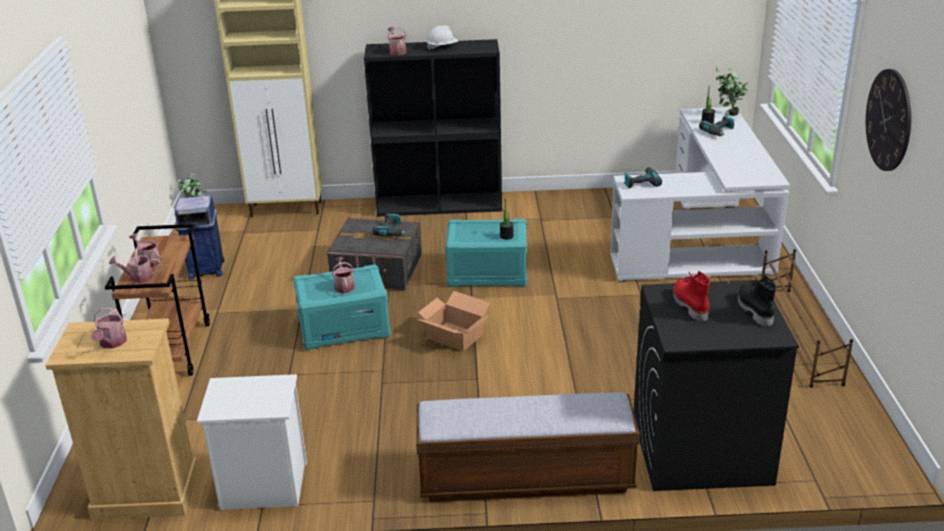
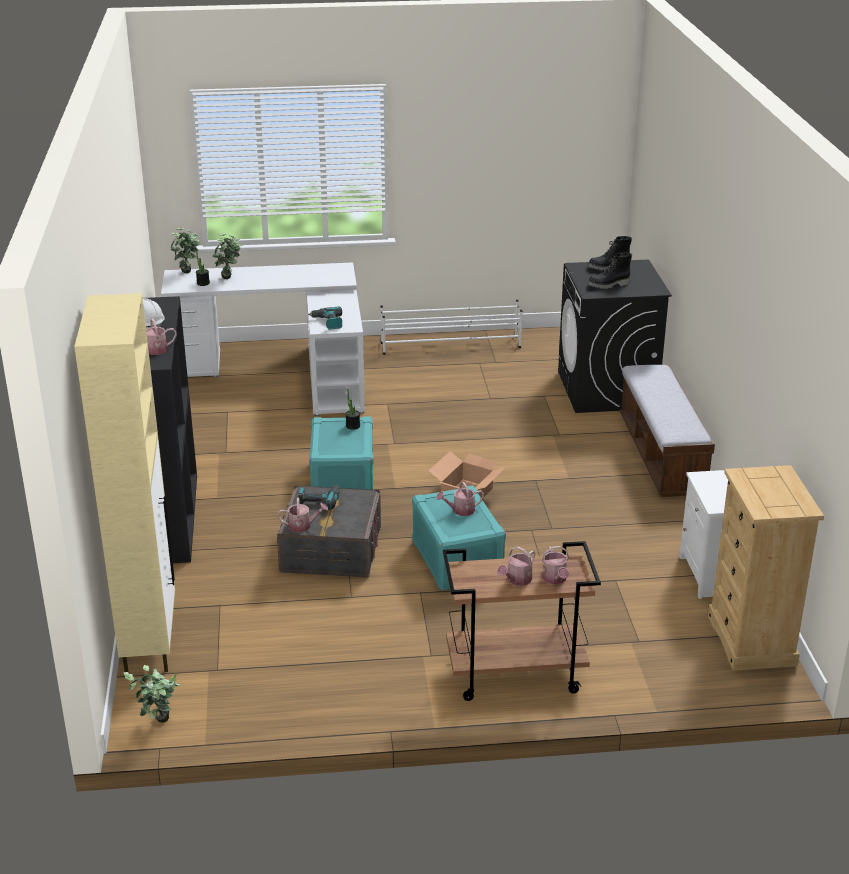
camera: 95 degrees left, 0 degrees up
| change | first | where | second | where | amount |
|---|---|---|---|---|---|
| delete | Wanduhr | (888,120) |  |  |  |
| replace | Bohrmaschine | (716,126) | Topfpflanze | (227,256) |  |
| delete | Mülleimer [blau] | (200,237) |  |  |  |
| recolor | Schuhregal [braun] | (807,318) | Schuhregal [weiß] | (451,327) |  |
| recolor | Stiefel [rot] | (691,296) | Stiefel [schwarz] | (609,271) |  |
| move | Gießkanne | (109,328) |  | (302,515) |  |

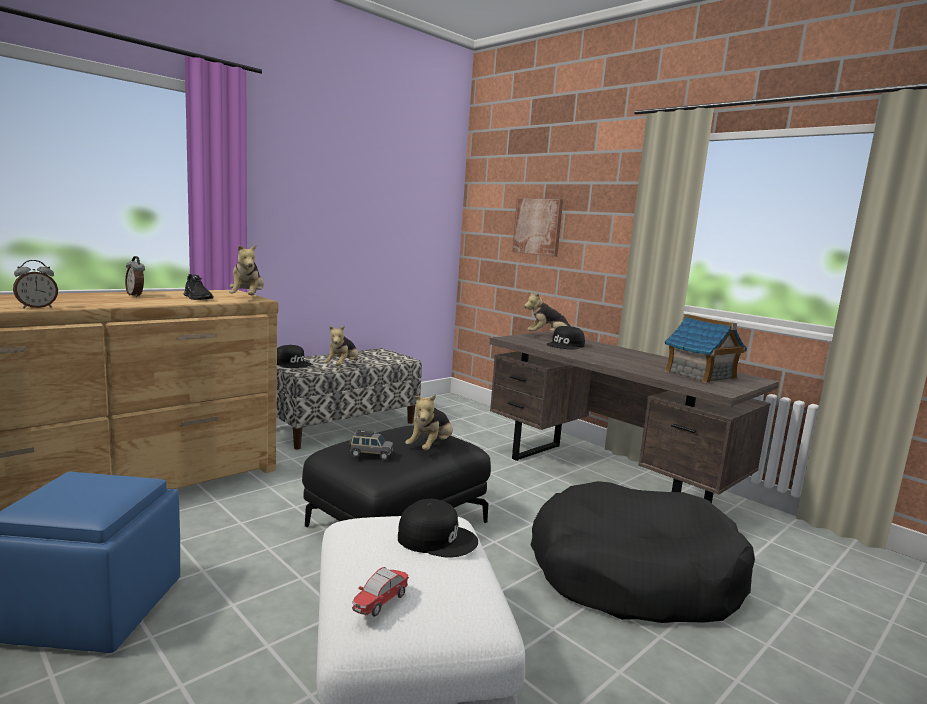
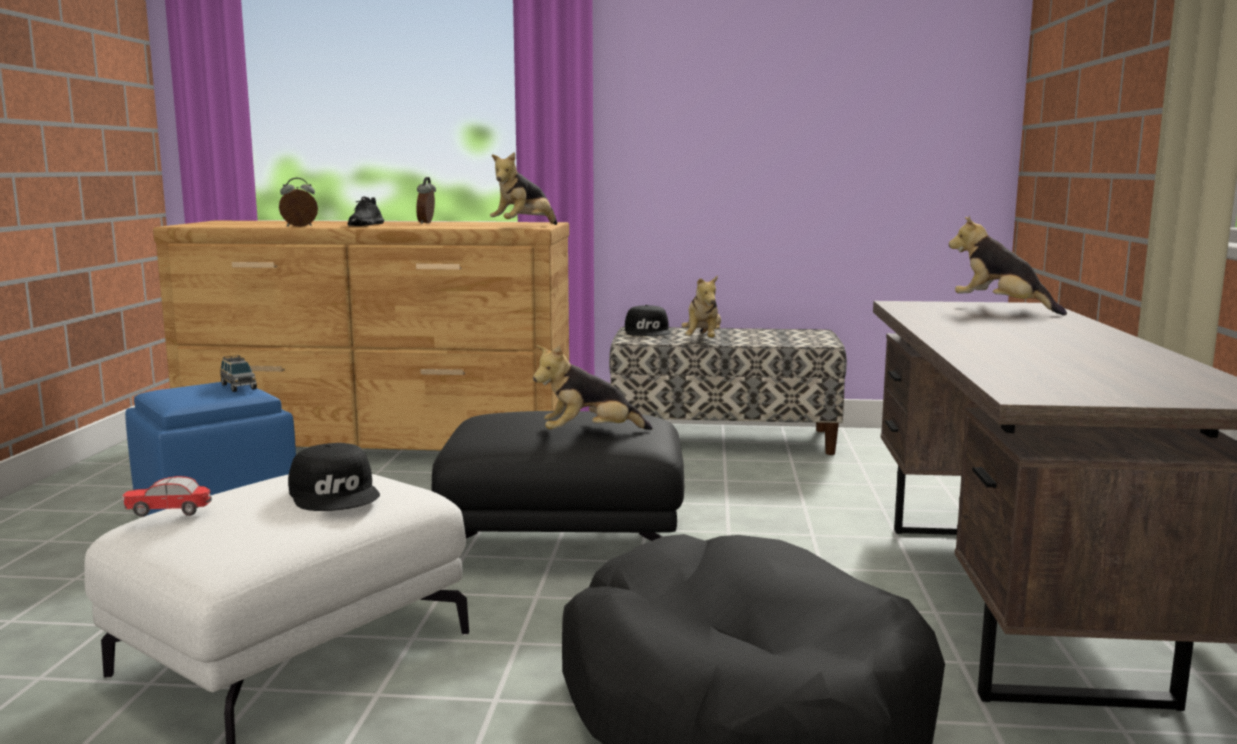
camera: 50 degrees right, 0 degrees up
| change | first | where | second | where | amount |
|---|---|---|---|---|---|
| delete | Bild | (537,227) |  |  |  |
| rotate | Wecker | (35,284) |  | (298,202) | 150 degrees clockwise |
| move | Schuh [schwarz] | (198,287) |  | (366,211) |  |
| delete | Spielzeughaus | (706,348) |  |  |  |
| rotate | Plüschtier | (341,346) |  | (701,306) | 60 degrees counterclockwise |
| delete | Kappe [schwarz] | (565,338) |  |  |  |
| move | Spielzeugauto [grau] | (371,445) |  | (238,373) |  |

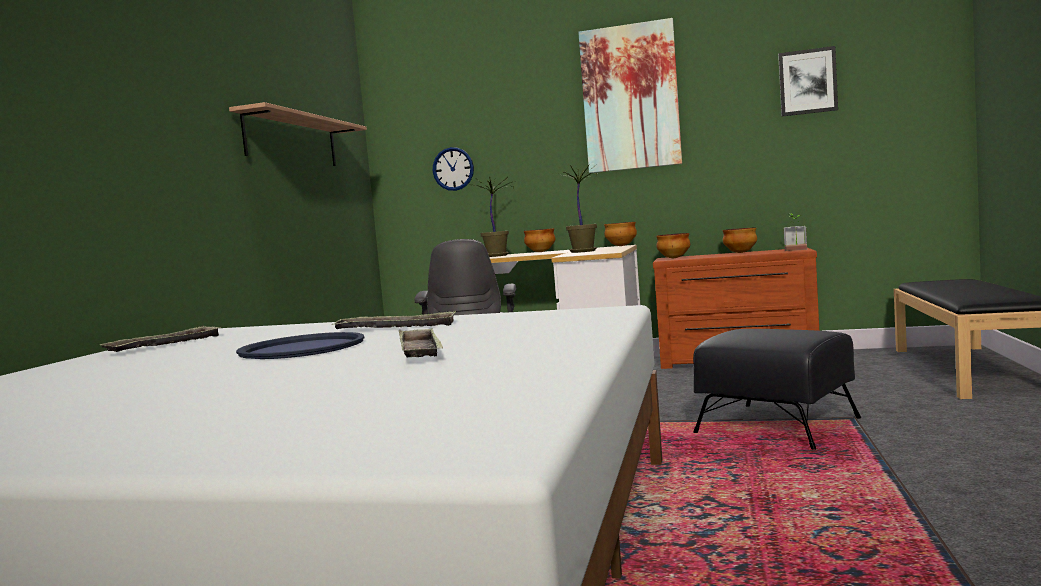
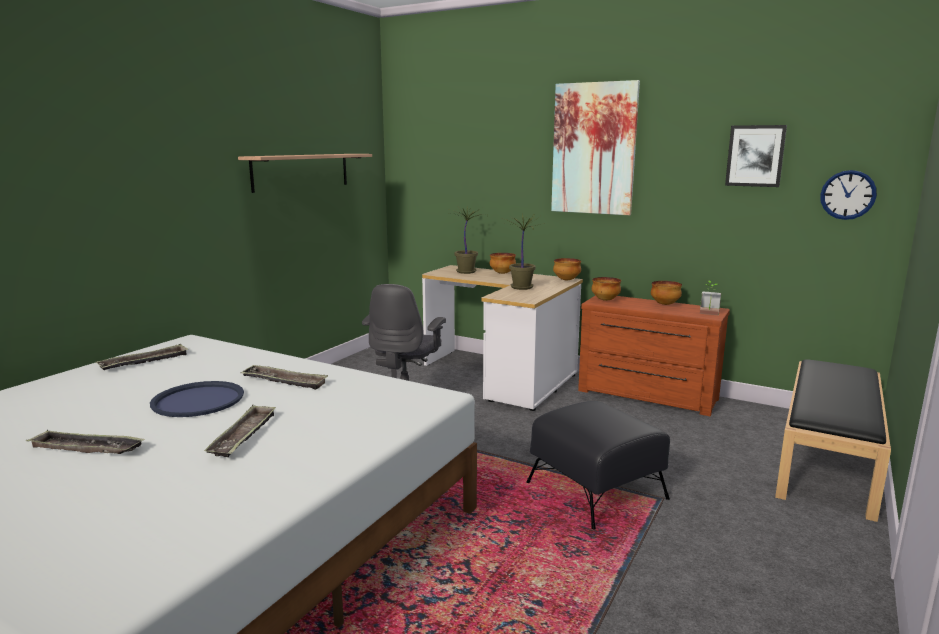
camera: 15 degrees right, 10 degrees up
| change | first | where | second | where | amount |
|---|---|---|---|---|---|
| move | Wanduhr | (453,169) |  | (848,195) |  |
| insert |  |  | Tablett | (85,442) |  |

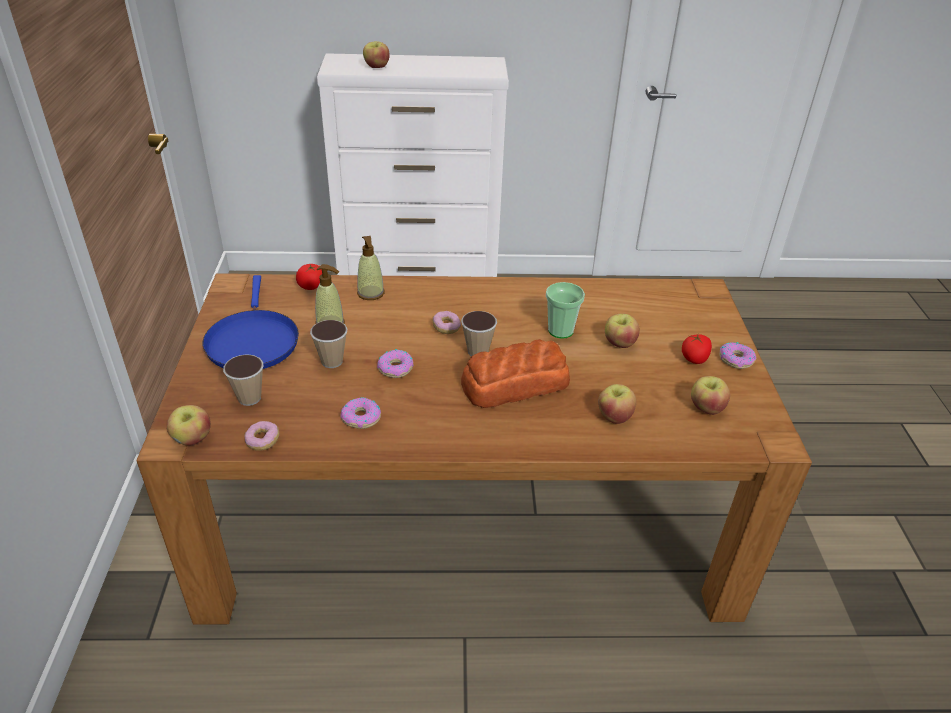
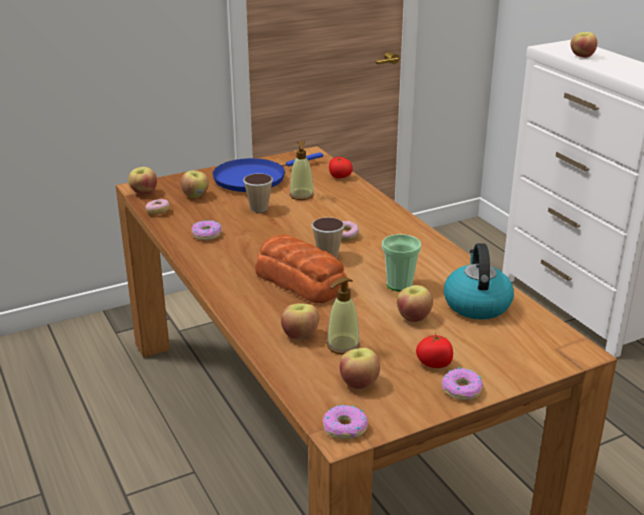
camera: 65 degrees right, 10 degrees down
| change | first | where | second | where | amount |
|---|---|---|---|---|---|
| move | Seifenspender | (370,268) |  | (343,315) |  |
| move | Donut | (395,363) |  | (345,422) |  |
| replace | Tasse | (243,380) | Apfel | (194,184) |  |
| insert |  |  | Wasserkessel | (479,281) |  |

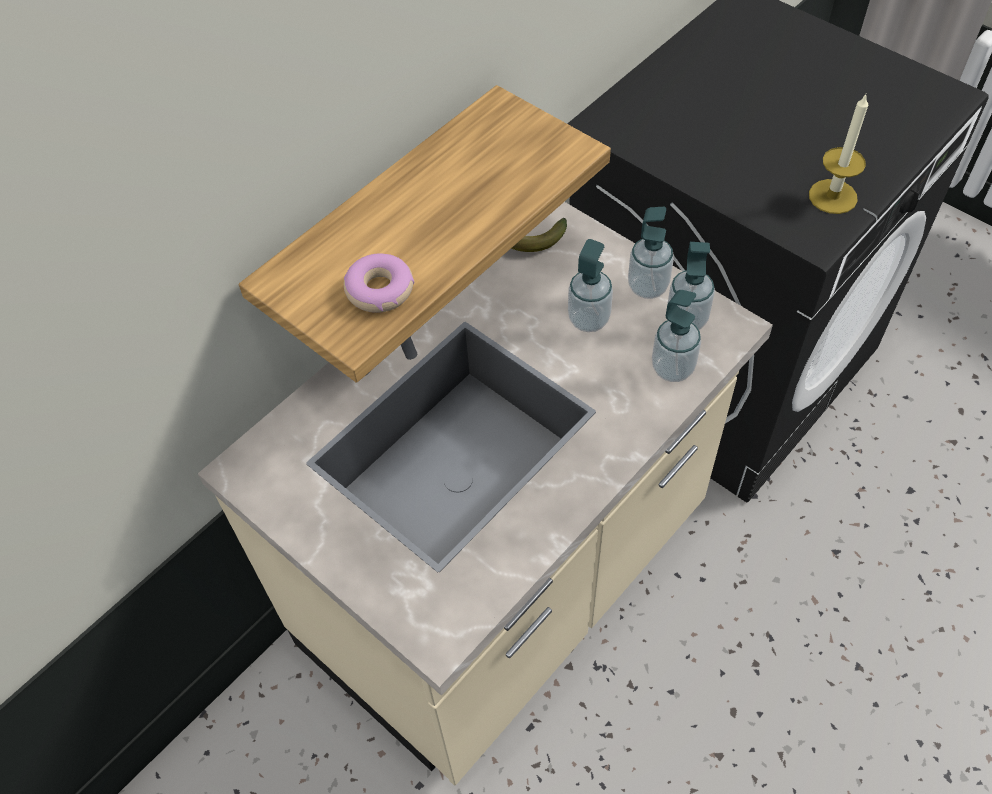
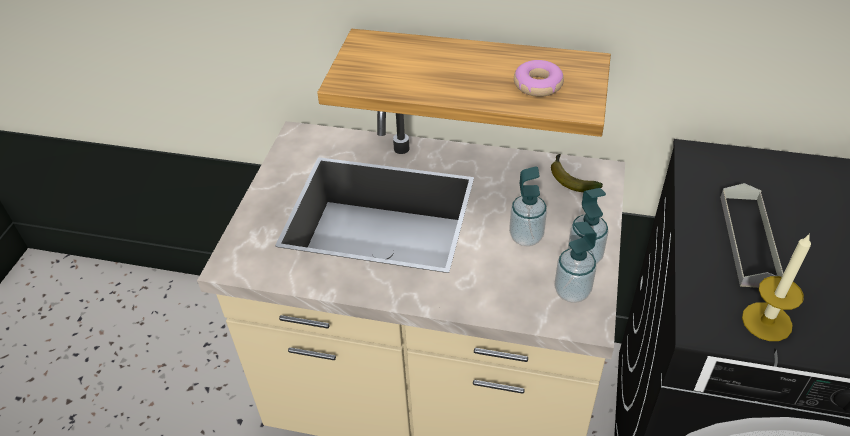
camera: 60 degrees right, 10 degrees down
| change | first | where | second | where | amount |
|---|---|---|---|---|---|
| move | Donut | (379,283) |  | (539,78) |  |
| delete | Seifenspender | (676,336) |  |  |  |
| insert |  |  | Tablett [grau] | (751,235) |  |

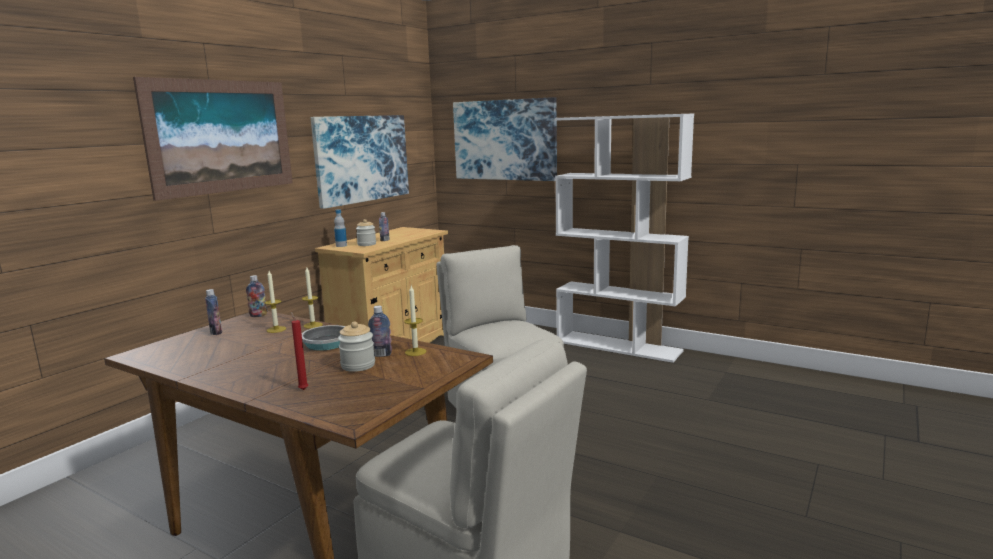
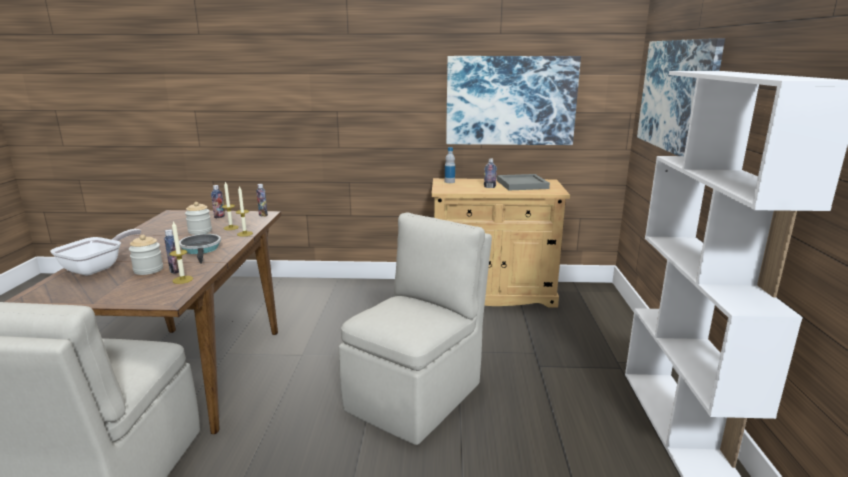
camera: 60 degrees right, 5 degrees up
| change | first | where | second | where | amount |
|---|---|---|---|---|---|
| delete | Bild | (213,139) |  |  |  |
| move | Vorratsglas | (366,232) |  | (198,218) |  |
| replace | Kerze [rot] | (299,351) | Pfanne | (95,252) |  |
| insert |  |  | Tablett [grau] | (523,182) |  |

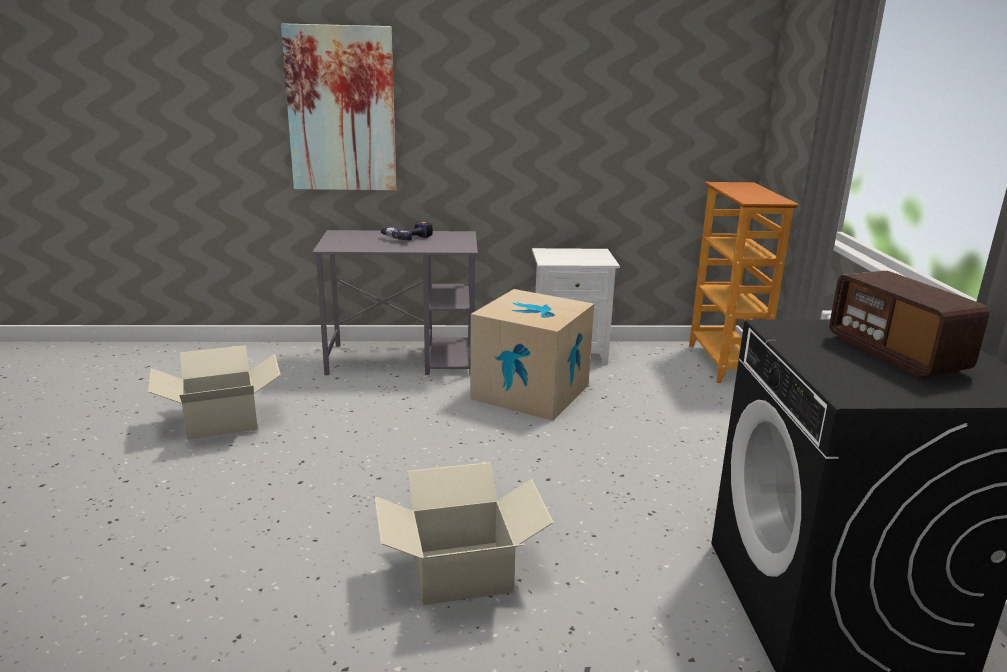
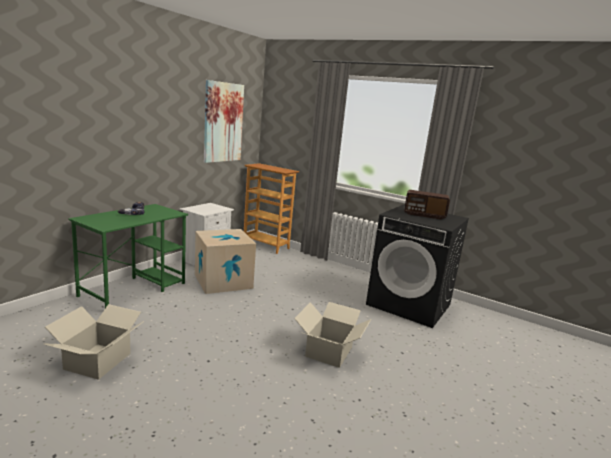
camera: 55 degrees left, 5 degrees down
| change | first | where | second | where | amount |
|---|---|---|---|---|---|
| move | Bild | (338,107) |  | (224,121) |  |
| recolor | Schreibtisch [grau] | (395,302) | Schreibtisch [grün] | (128,256) |  |

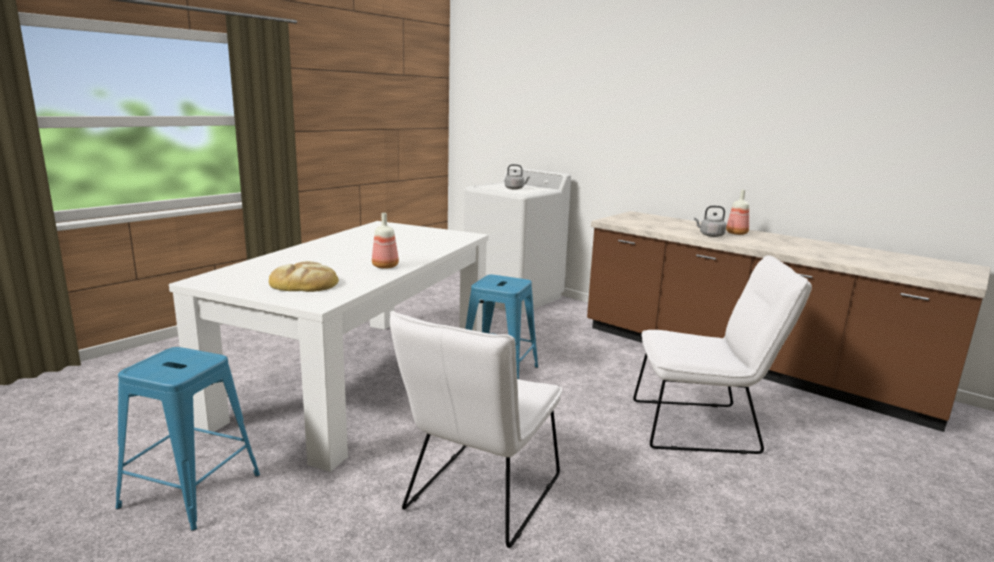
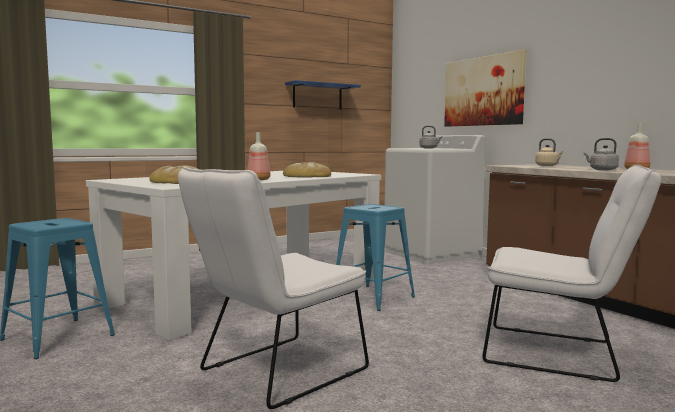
camera: 20 degrees right, 10 degrees down
| change | first | where | second | where | amount |
|---|---|---|---|---|---|
| insert |  |  | Bild | (485,88) |  |
| insert |  |  | Wandregal [blau] | (323,94) |  |
| insert |  |  | Wasserkessel [beige] | (549,152) |  |
| insert |  |  | Brot | (307,170) |  |

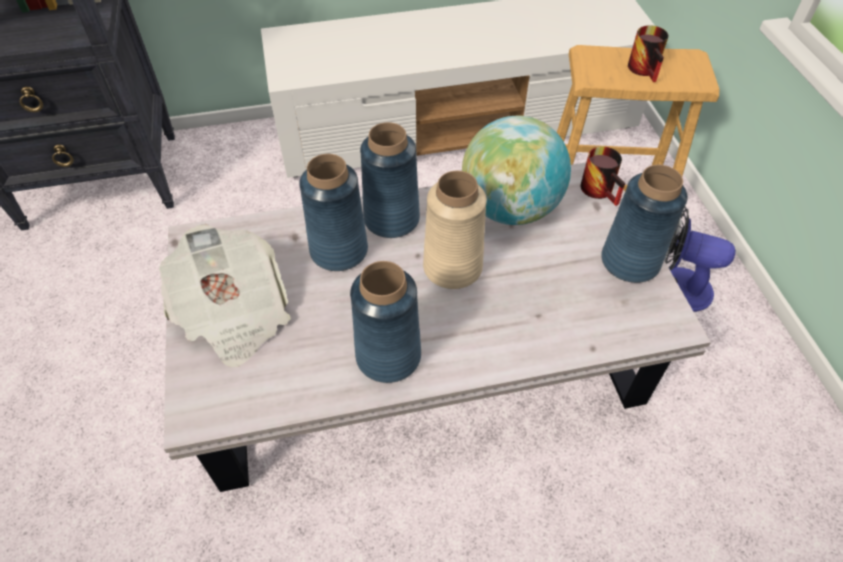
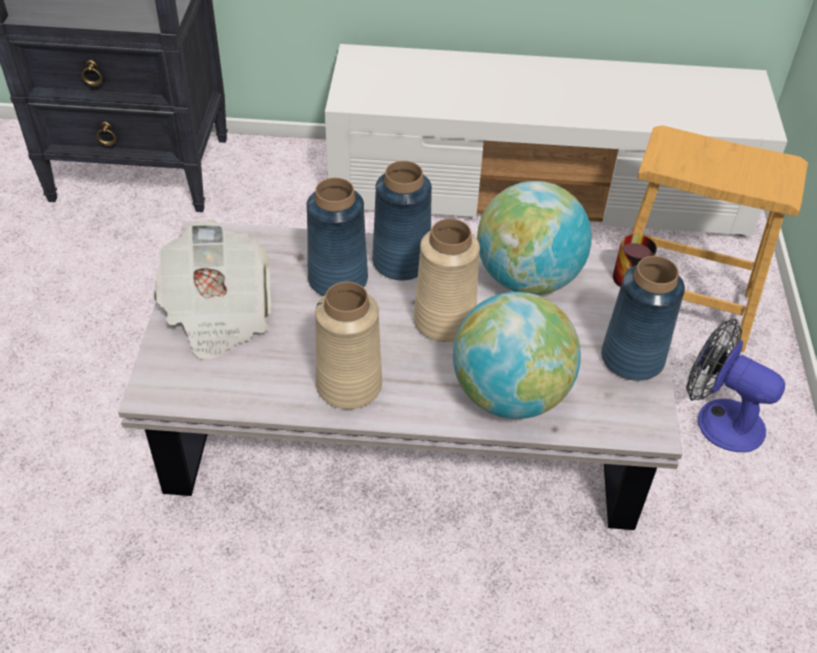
camera: 15 degrees right, 5 degrees down
| change | first | where | second | where | amount |
|---|---|---|---|---|---|
| delete | Henkelbecher | (648,53) |  |  |  |
| recolor | Vase [blau] | (385,322) | Vase [beige] | (348,345) |  |
| insert |  |  | Globus | (517,355) |  |

